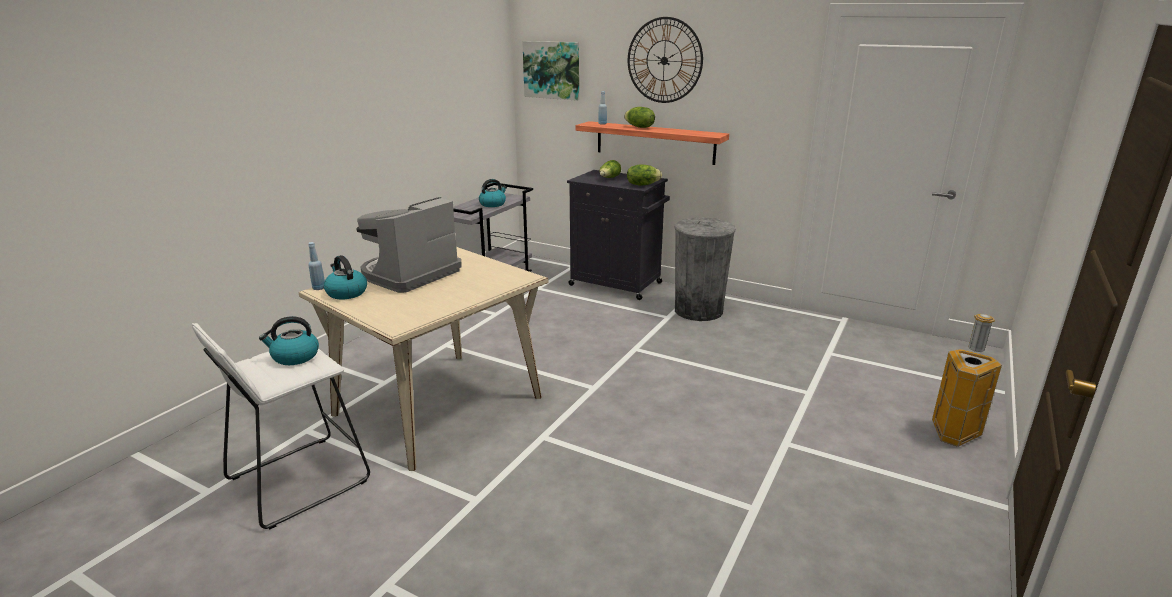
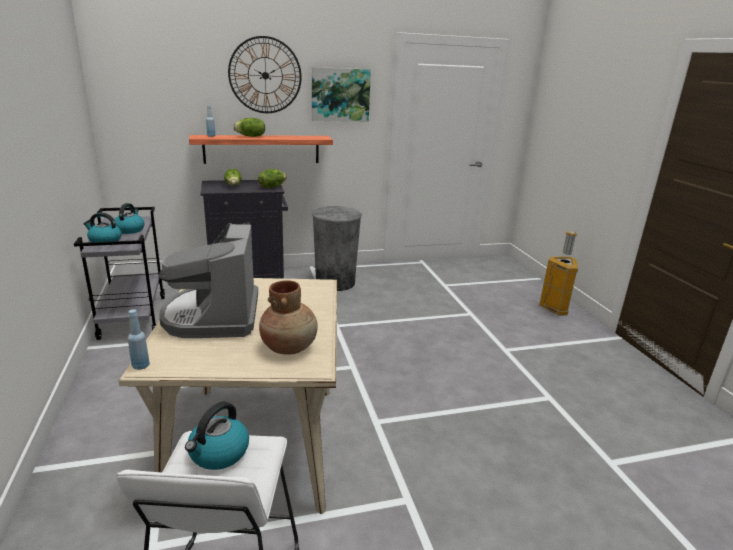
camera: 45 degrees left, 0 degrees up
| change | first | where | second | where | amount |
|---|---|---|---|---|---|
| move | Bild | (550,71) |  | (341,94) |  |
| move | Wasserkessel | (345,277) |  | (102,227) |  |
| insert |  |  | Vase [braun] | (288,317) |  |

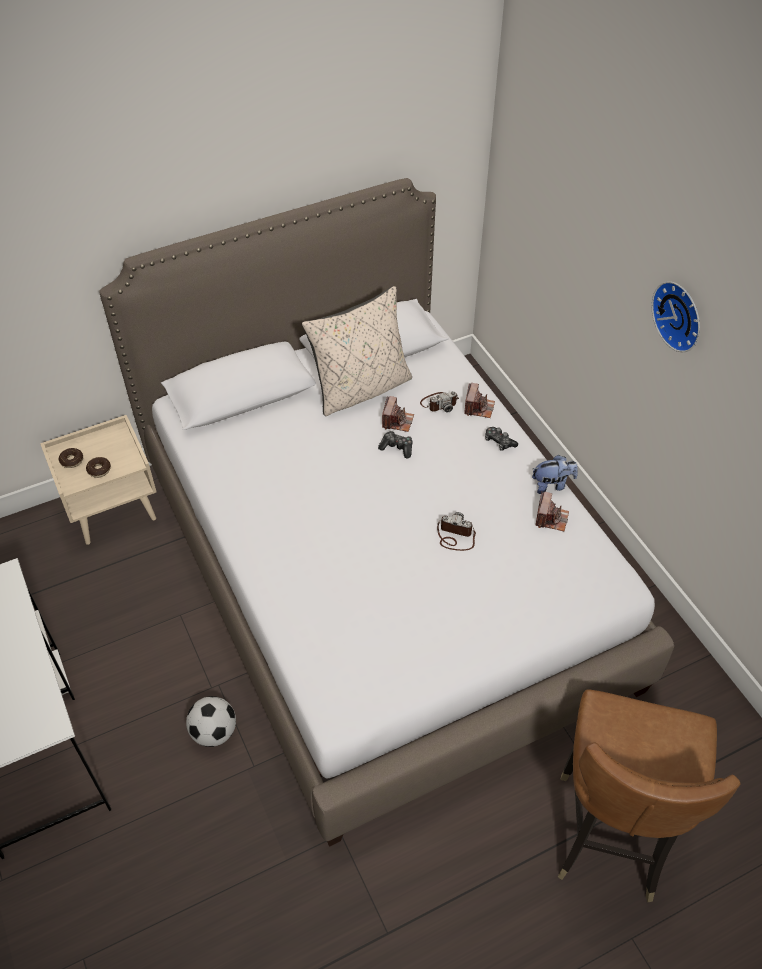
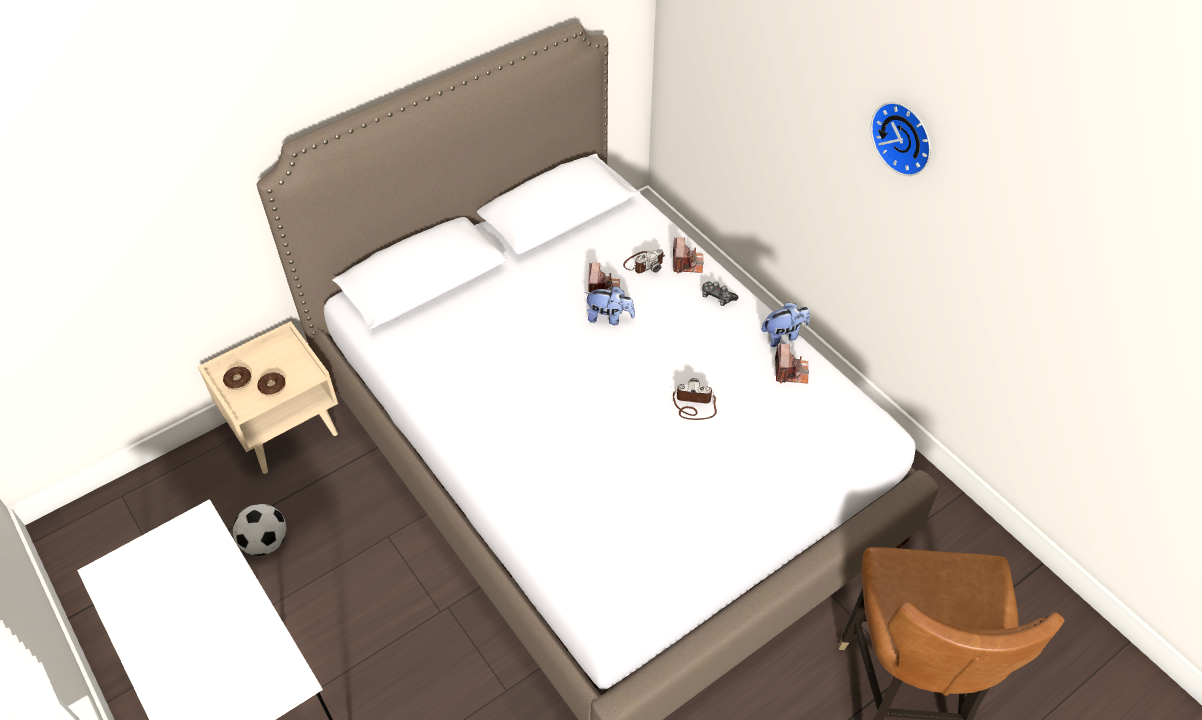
camera: 10 degrees left, 0 degrees up
| change | first | where | second | where | amount |
|---|---|---|---|---|---|
| delete | Kissen [beige] | (357,351) |  |  |  |
| replace | Gamepad | (395,444) | Plüschtier | (609,305) |  |
| move | Fußball | (211,721) |  | (259,530) |  |

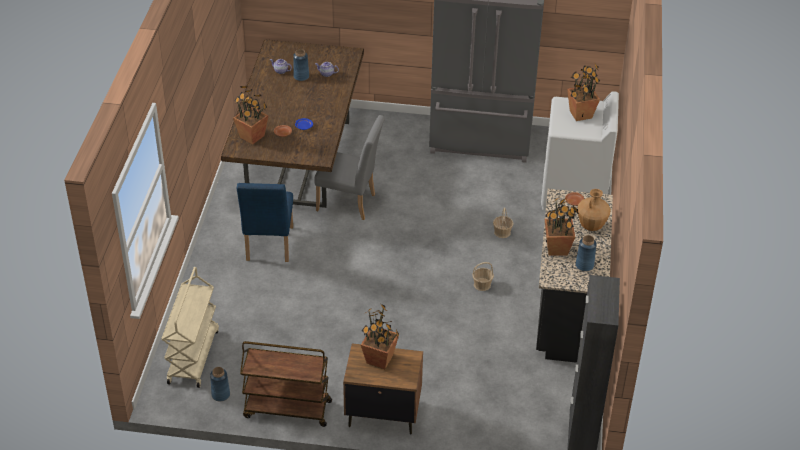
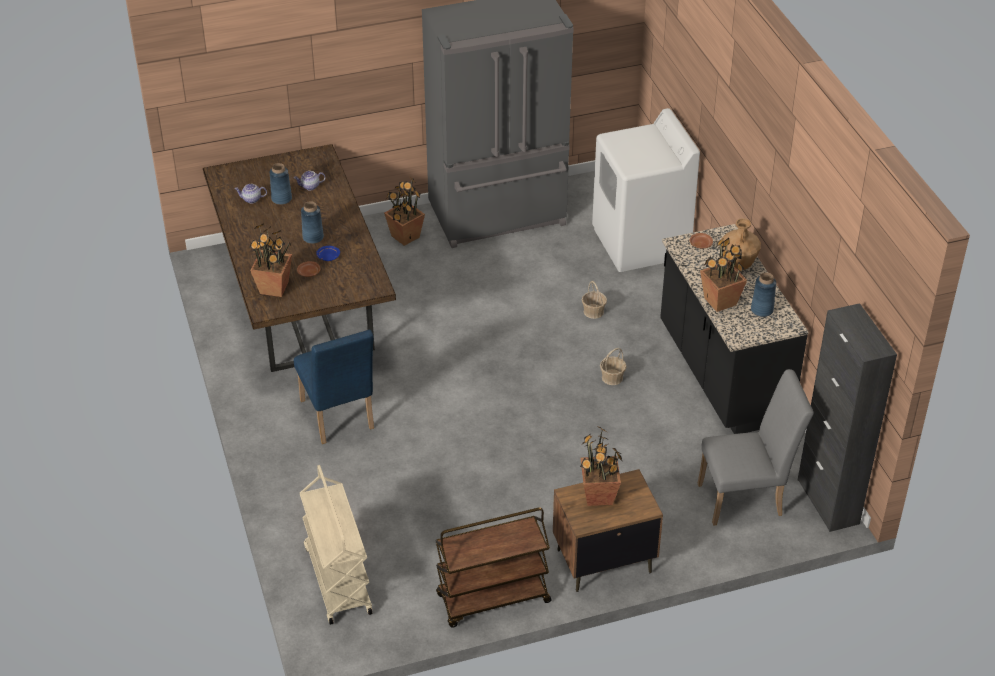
camera: 25 degrees left, 0 degrees up
| change | first | where | second | where | amount |
|---|---|---|---|---|---|
| move | Topfpflanze | (583,91) |  | (404,211) |  |
| move | Stuhl [grau] | (349,167) |  | (756,447) |  |
| move | Vase [blau] | (220,384) |  | (312,222) |  |

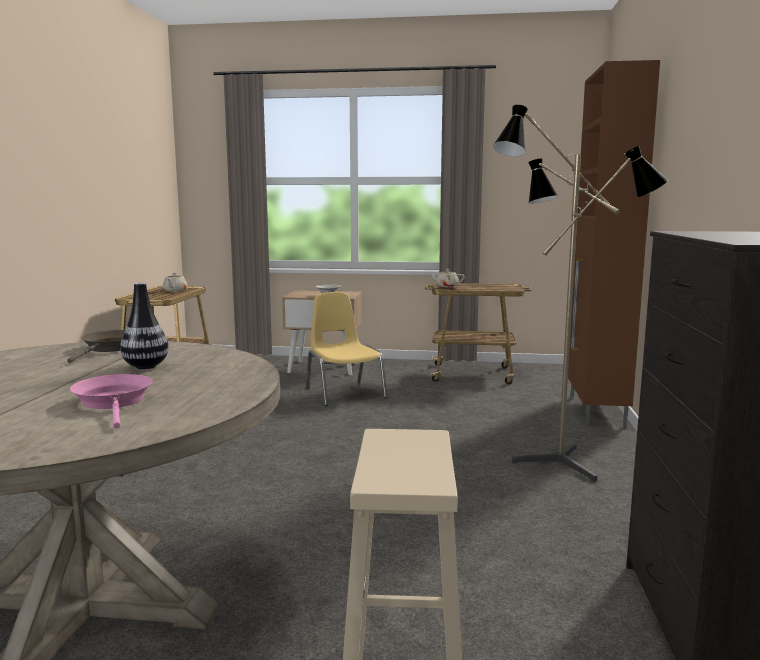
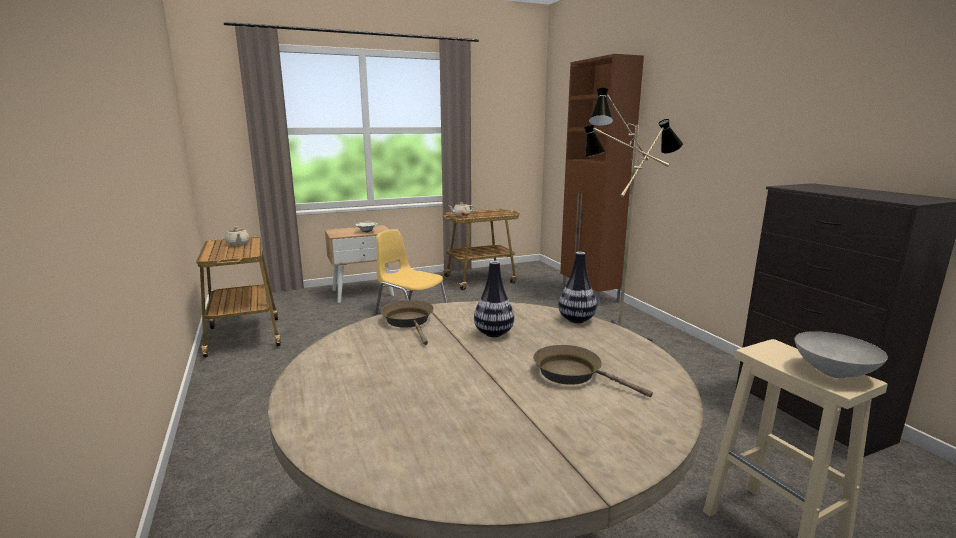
camera: 30 degrees left, 5 degrees up
| change | first | where | second | where | amount |
|---|---|---|---|---|---|
| recolor | Pfanne [rosa] | (111,401) | Pfanne [braun] | (593,371) |  |
| insert |  |  | Vase | (577,287) |  |
| insert |  |  | Schüssel [grau] | (841,354) |  |

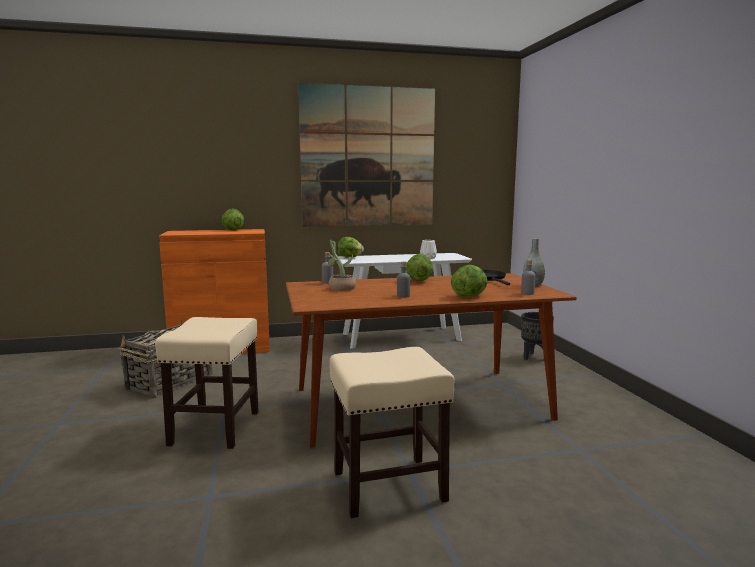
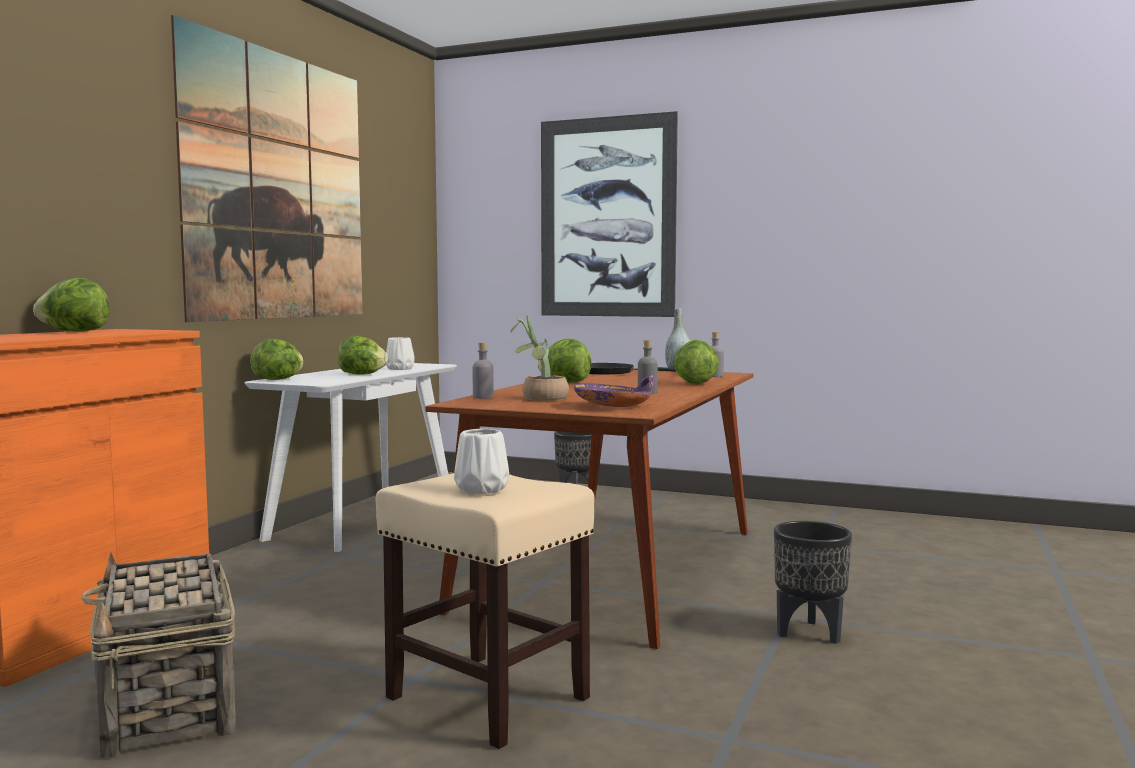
camera: 55 degrees left, 5 degrees down
| change | first | where | second | where | amount |
|---|---|---|---|---|---|
| replace | Hocker [beige] | (392,432) | Pflanzkübel [schwarz] | (813,582) |  |
| insert |  |  | Bild | (609,214) |  |
| insert |  |  | Salatkopf | (363,355) |  |
| insert |  |  | Schüssel [lila] | (614,391) |  |
| insert |  |  | Vase [weiß] | (481,461) |  |

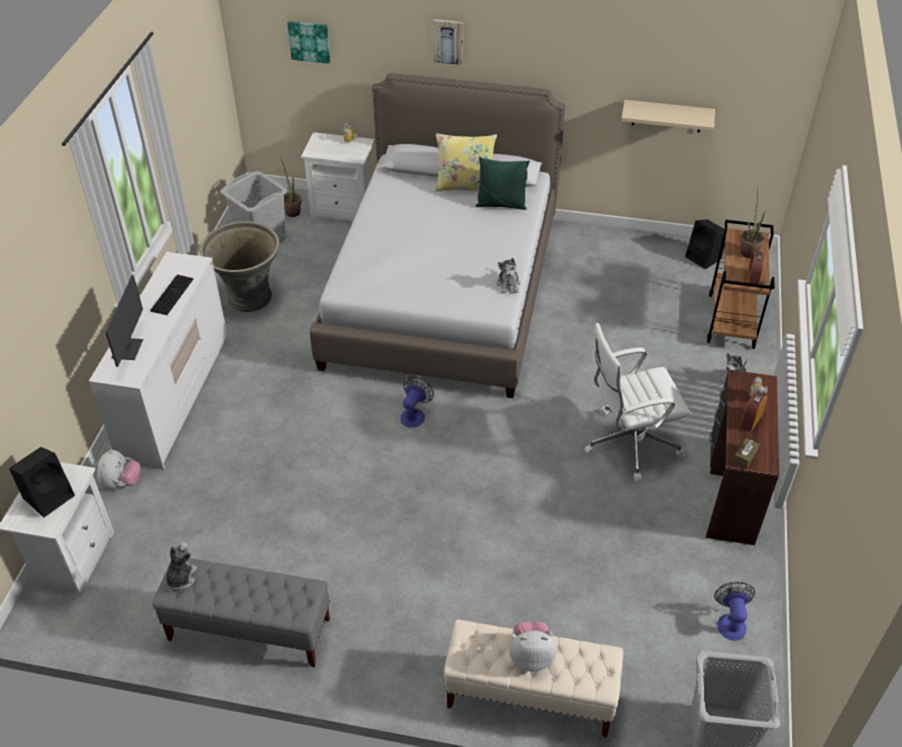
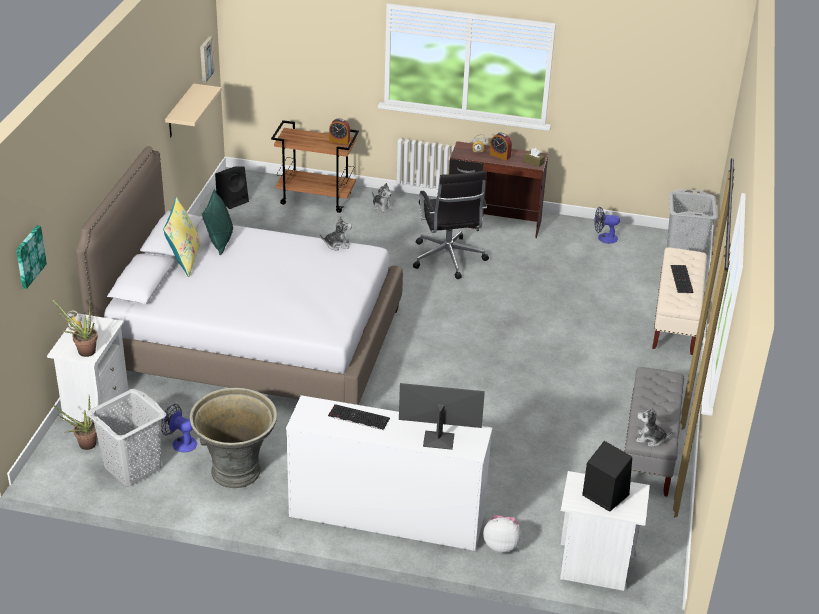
camera: 90 degrees left, 10 degrees down
| change | first | where | second | where | amount |
|---|---|---|---|---|---|
| move | Bild | (448,42) |  | (207,59) |  |
| move | Topfpflanze | (753,222) |  | (74,327) |  |
| recolor | Bürostuhl [weiß] | (637,402) | Bürostuhl [schwarz] | (451,225) |  |
| move | Ventilator | (417,402) |  | (179,428) |  |
| replace | Plüschtier | (533,647) | Tastatur | (682,279) |  |

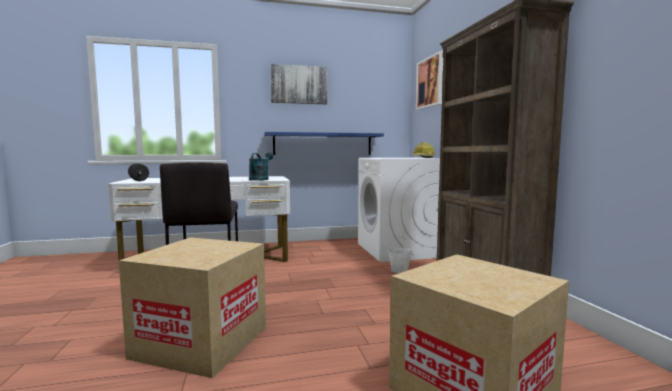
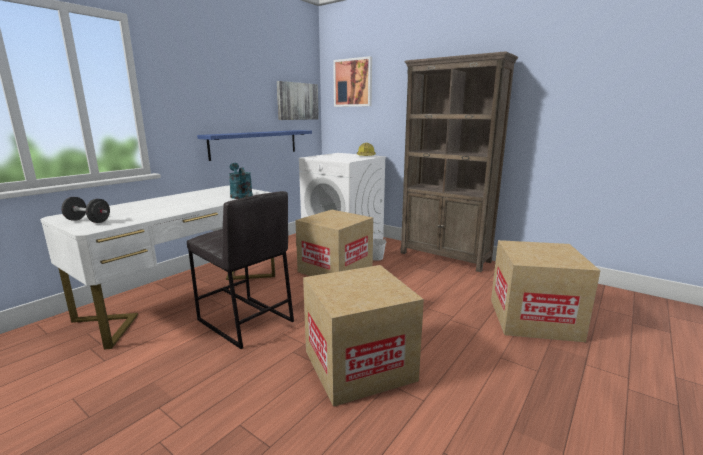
camera: 40 degrees left, 10 degrees up
| change | first | where | second | where | amount |
|---|---|---|---|---|---|
| move | Bild | (299,84) |  | (298,100) |  |
| insert |  |  | Karton | (334,243) |  |

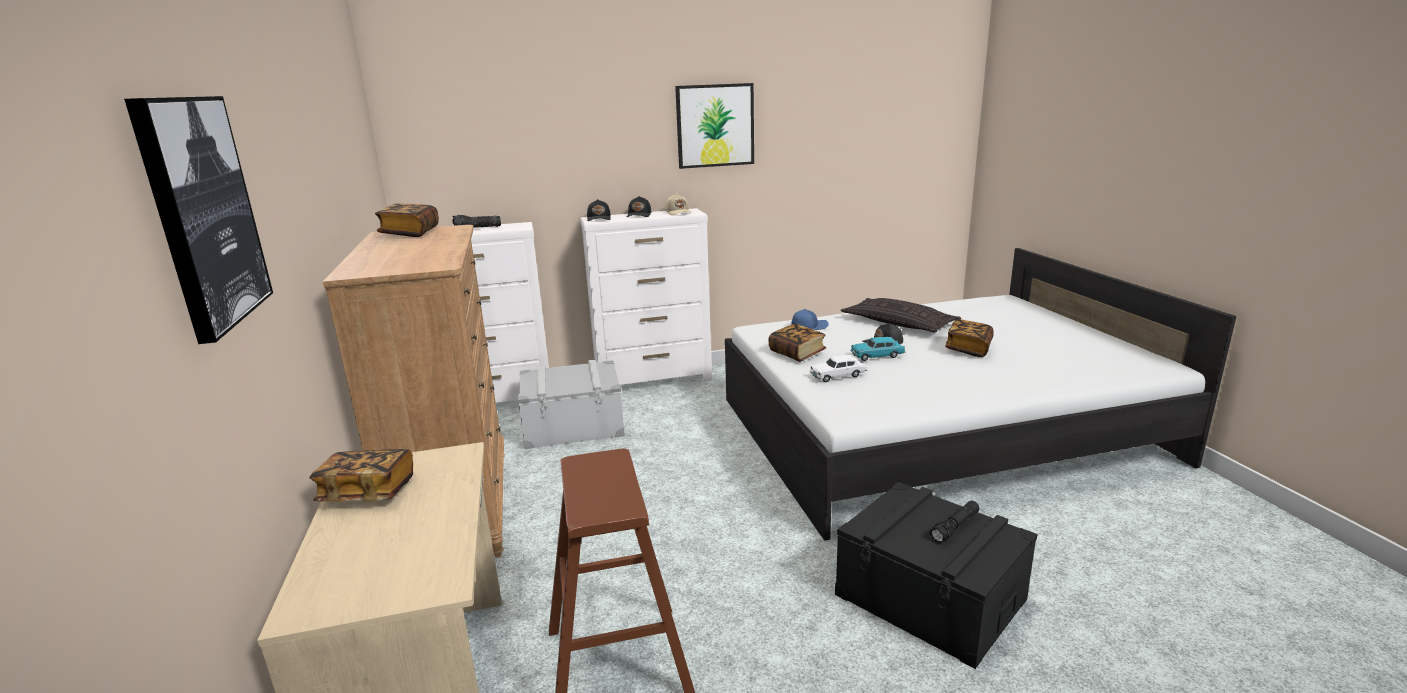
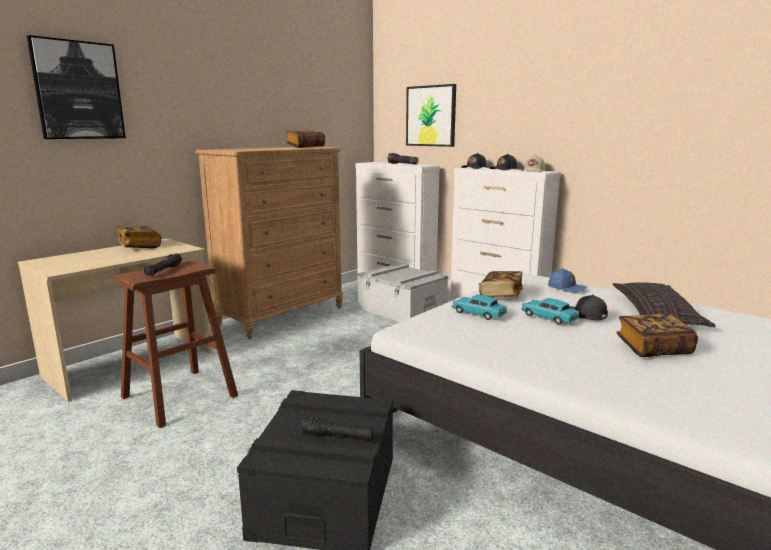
camera: 55 degrees right, 5 degrees down
| change | first | where | second | where | amount |
|---|---|---|---|---|---|
| move | Bild | (714,126) |  | (431,115) |  |
| recolor | Spielzeugauto [weiß] | (838,368) | Spielzeugauto [türkis] | (479,307) |  |
| insert |  |  | Taschenlampe [schwarz] | (163,265) |  |

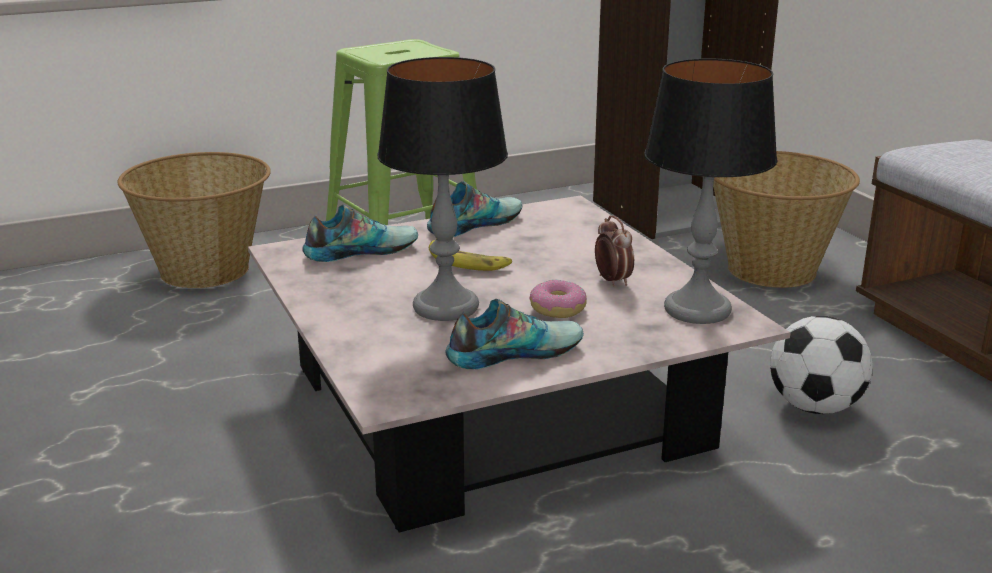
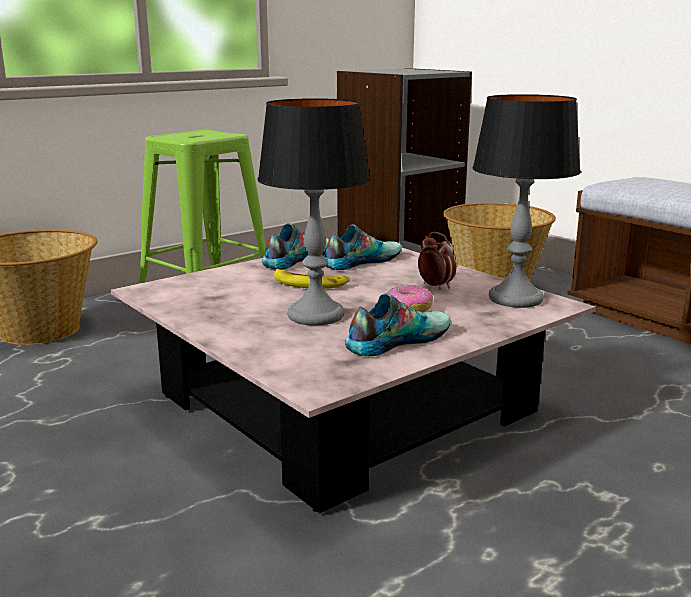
camera: 15 degrees left, 5 degrees down
| change | first | where | second | where | amount |
|---|---|---|---|---|---|
| move | Schuh | (360,233) |  | (363,247) |  |
| delete | Fußball | (821,365) |  |  |  |

